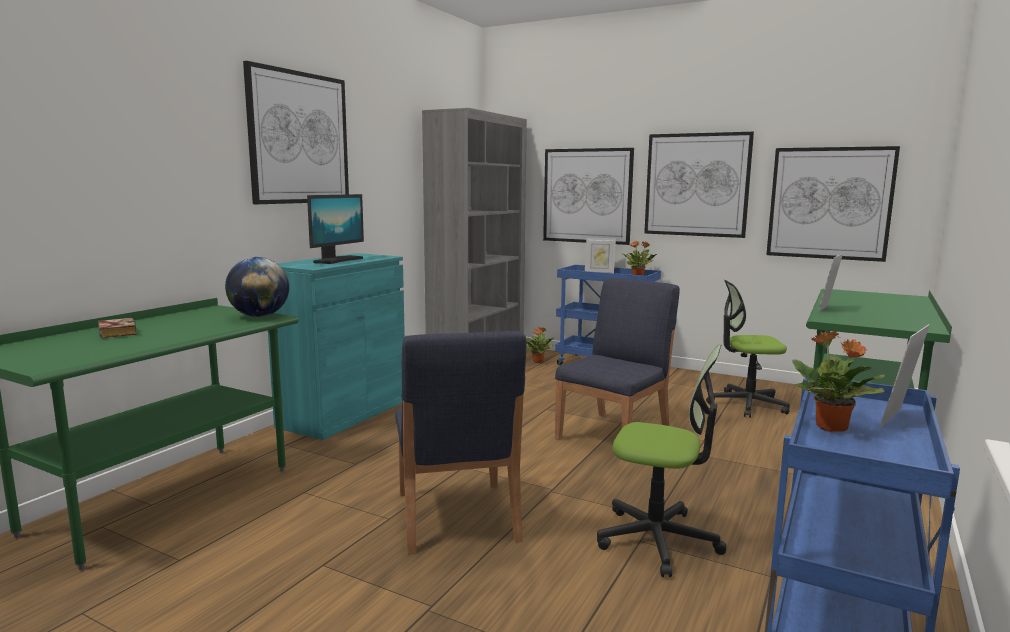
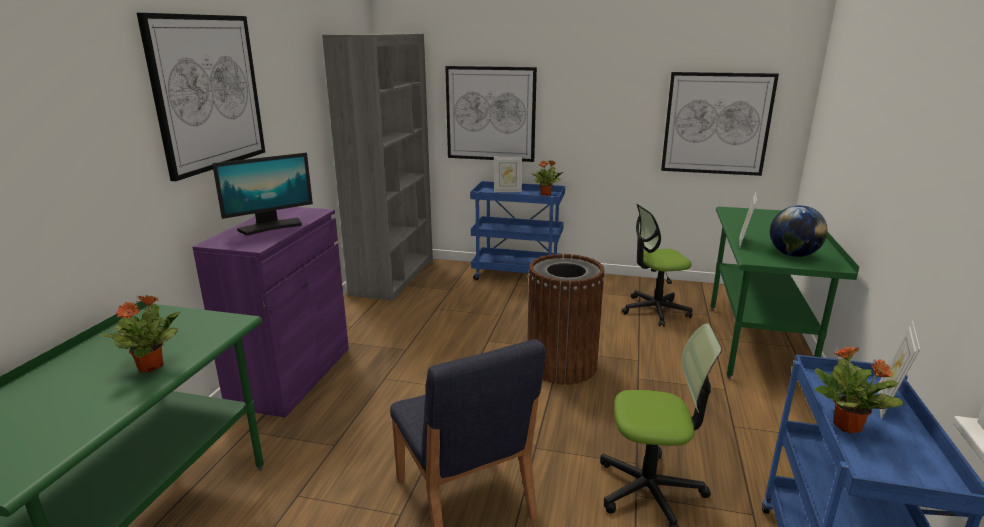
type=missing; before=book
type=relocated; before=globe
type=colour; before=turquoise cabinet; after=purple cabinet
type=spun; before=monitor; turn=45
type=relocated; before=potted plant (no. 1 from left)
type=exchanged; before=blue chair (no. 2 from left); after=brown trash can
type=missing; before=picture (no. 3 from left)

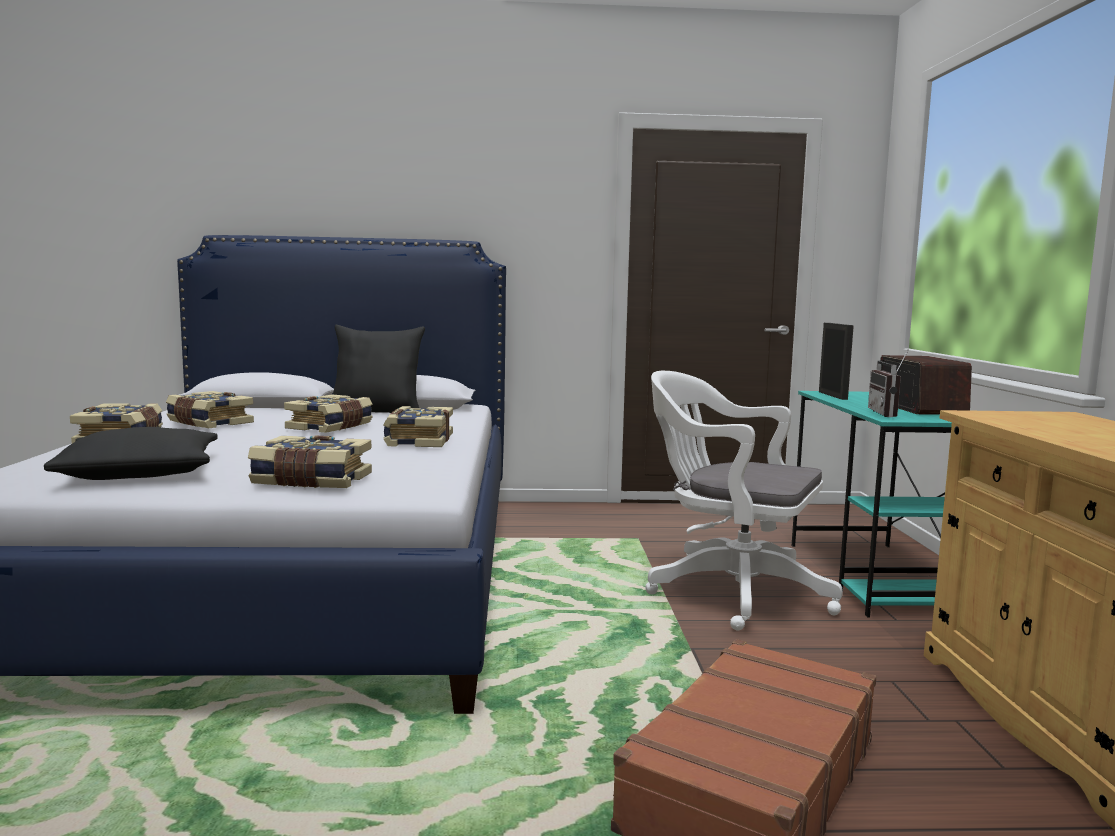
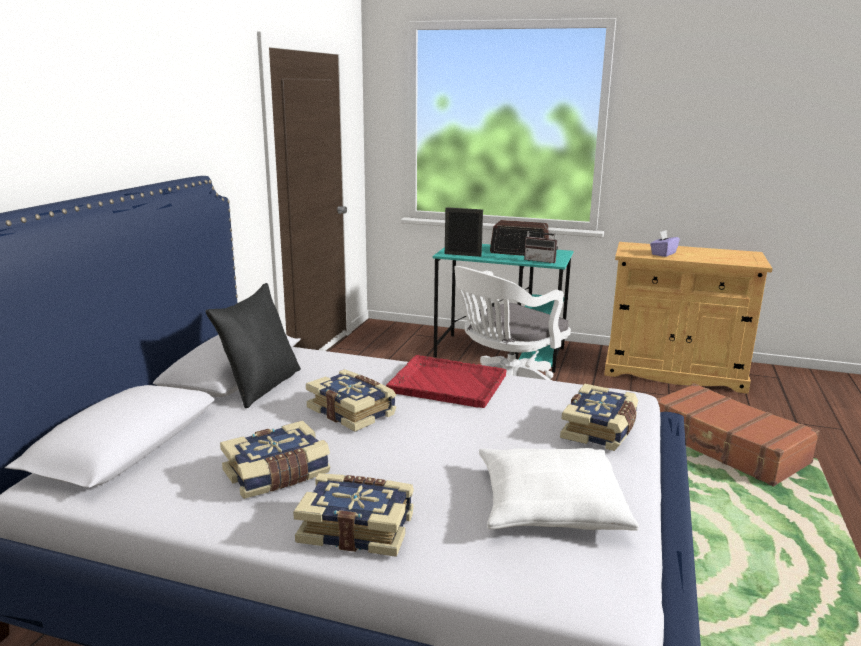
type=colour; before=black pillow (no. 1 from left); after=white pillow
type=exchanged; before=book (no. 5 from left); after=red tray
type=appeared; after=purple tissue box

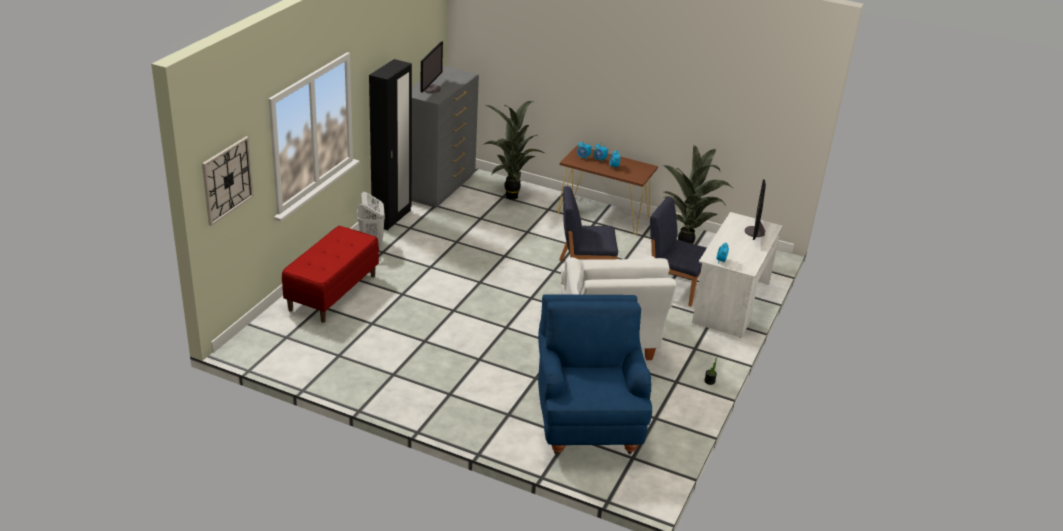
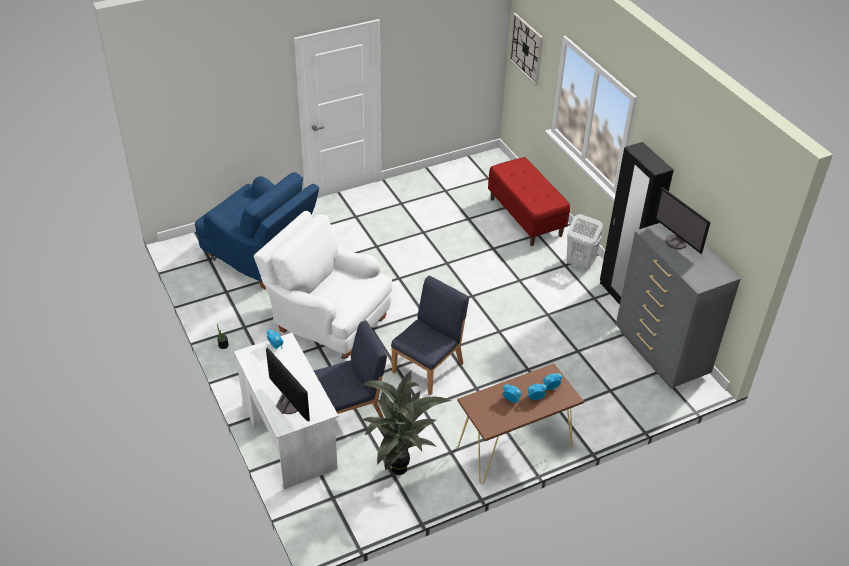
type=missing; before=potted plant (no. 1 from left)

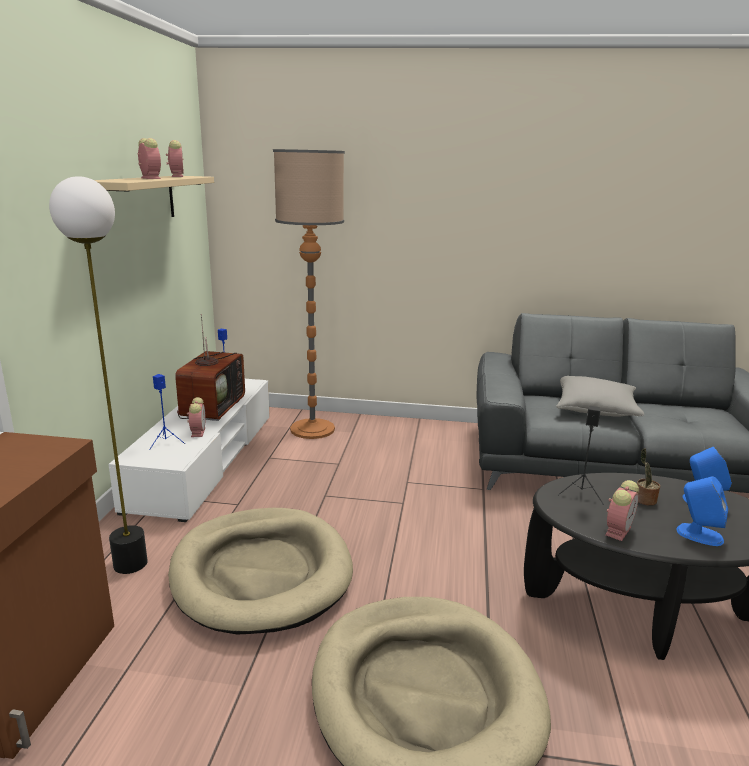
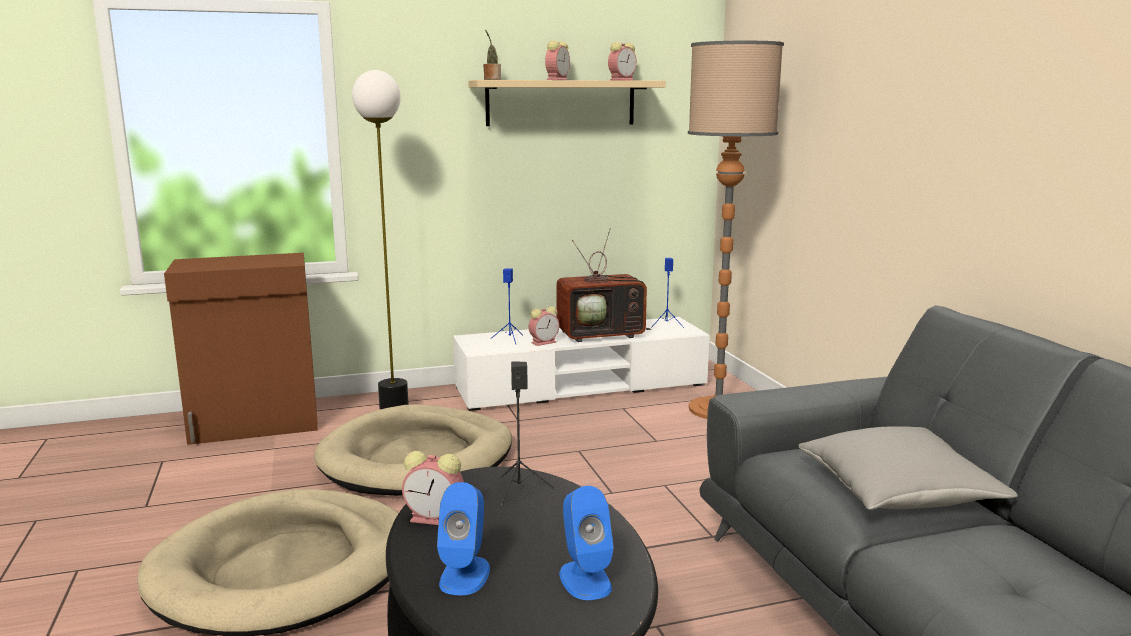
type=relocated; before=potted plant

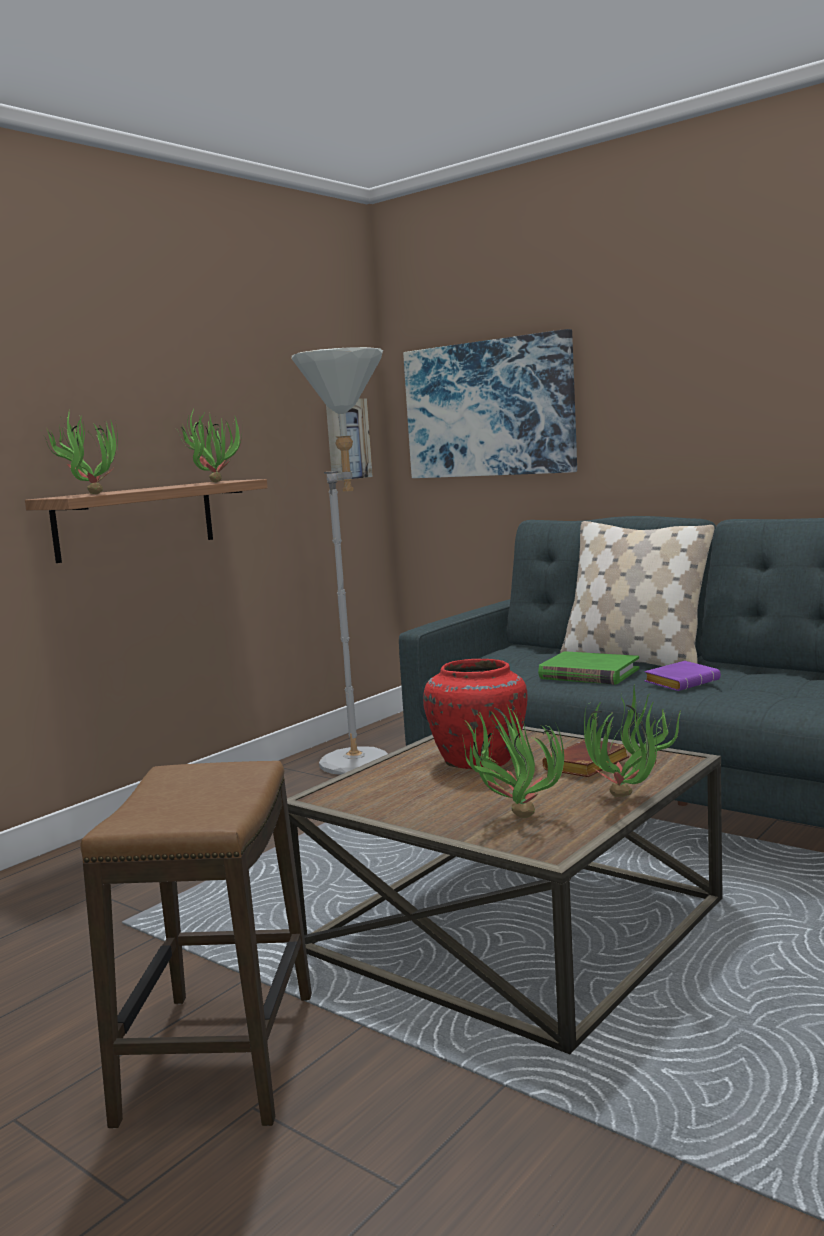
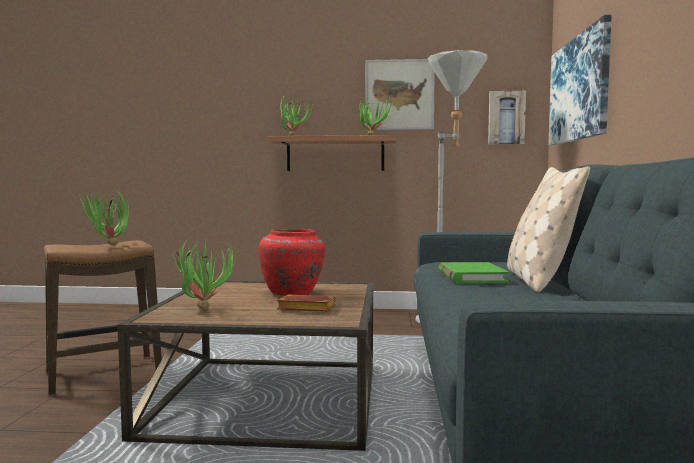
type=relocated; before=potted plant (no. 4 from left in the first image); after=potted plant (no. 1 from left)
type=missing; before=purple book
type=appeared; after=picture (no. 1 from left)

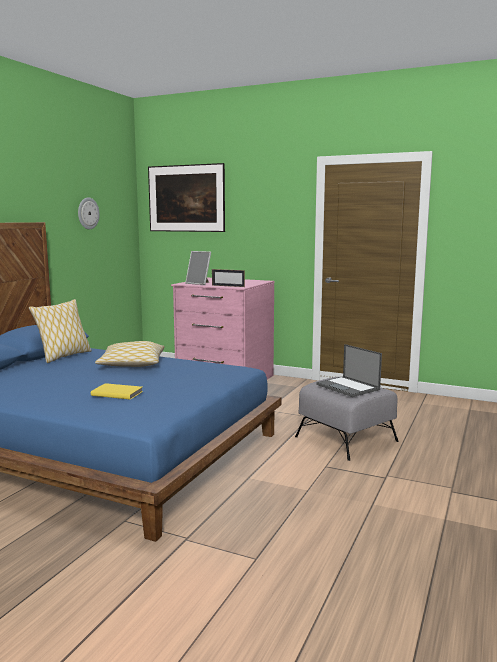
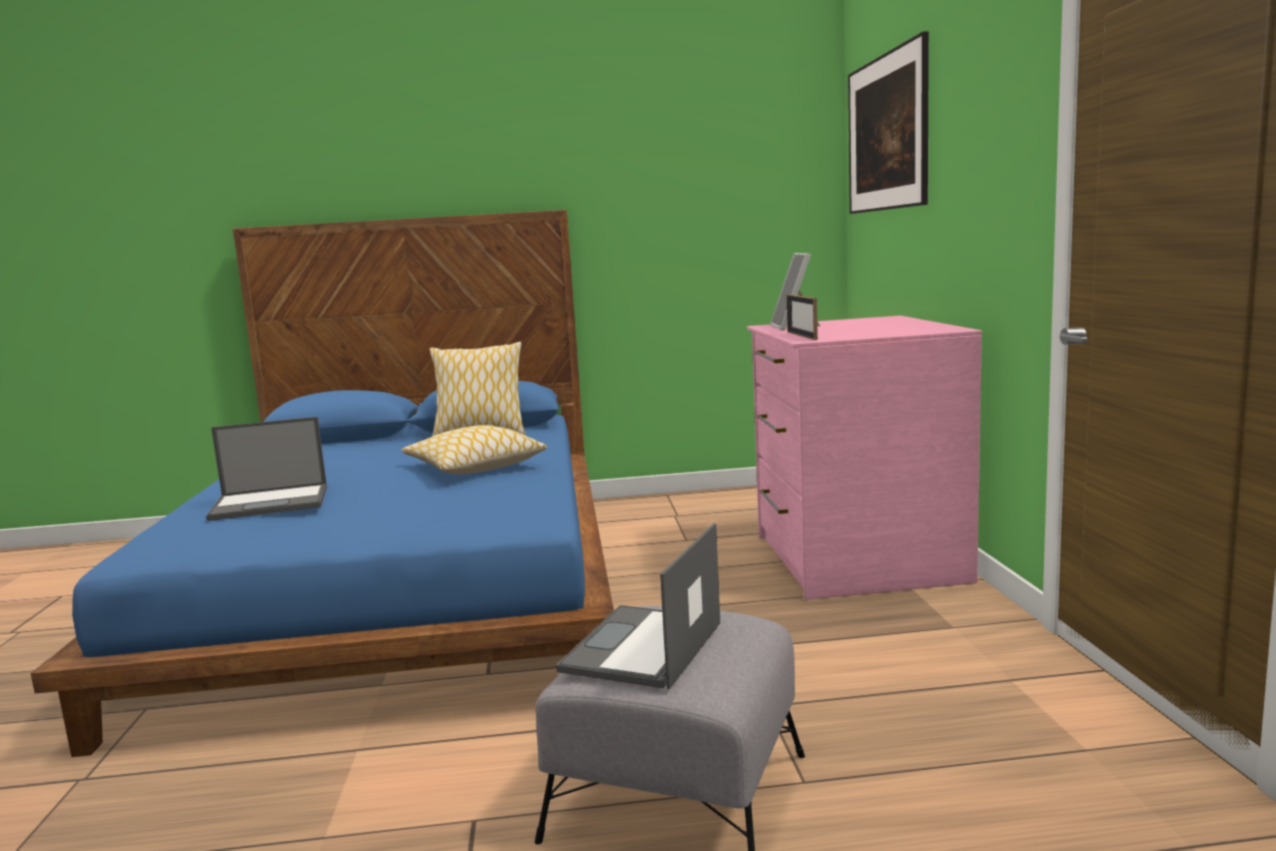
type=missing; before=wall clock
type=exchanged; before=yellow book; after=laptop (no. 1 from left)

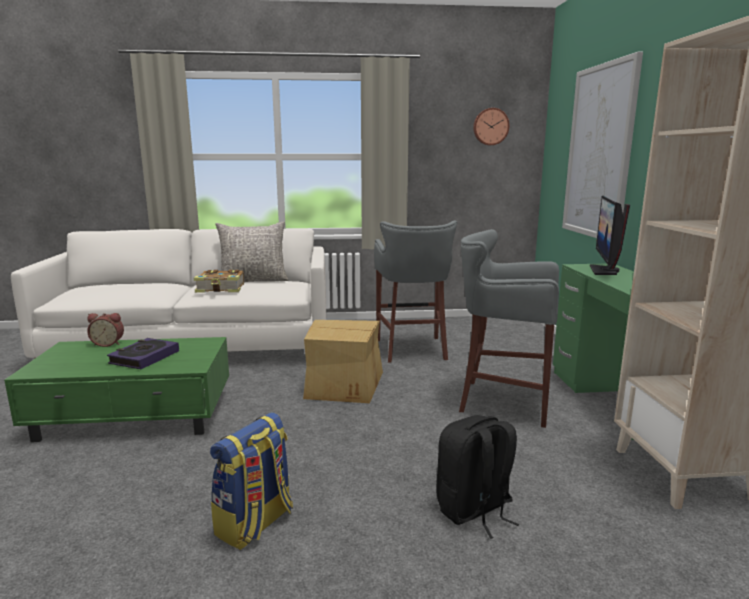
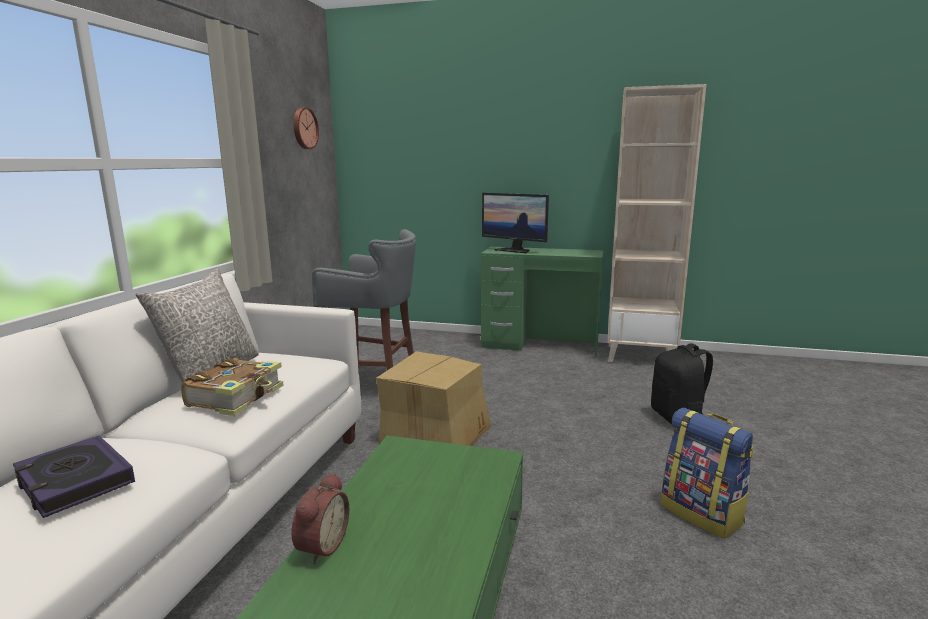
type=relocated; before=book (no. 1 from left)
type=missing; before=grey stool (no. 2 from left)
type=missing; before=picture

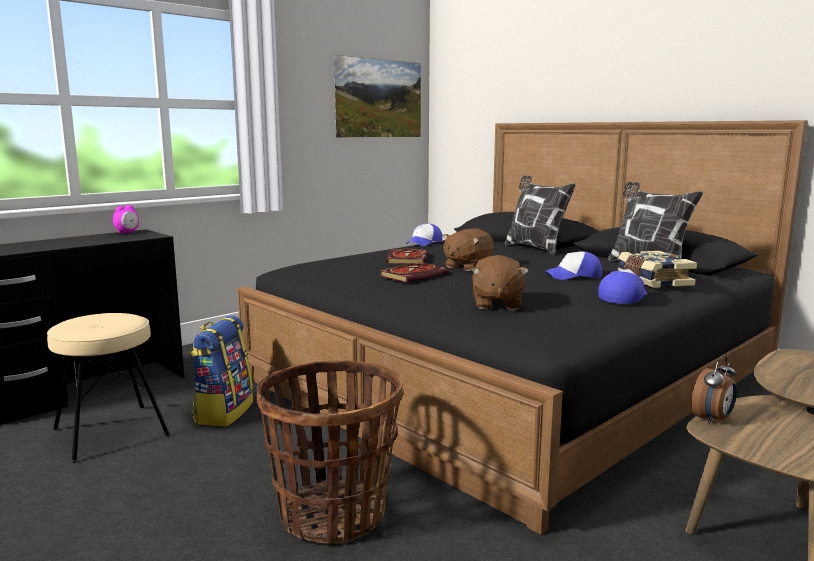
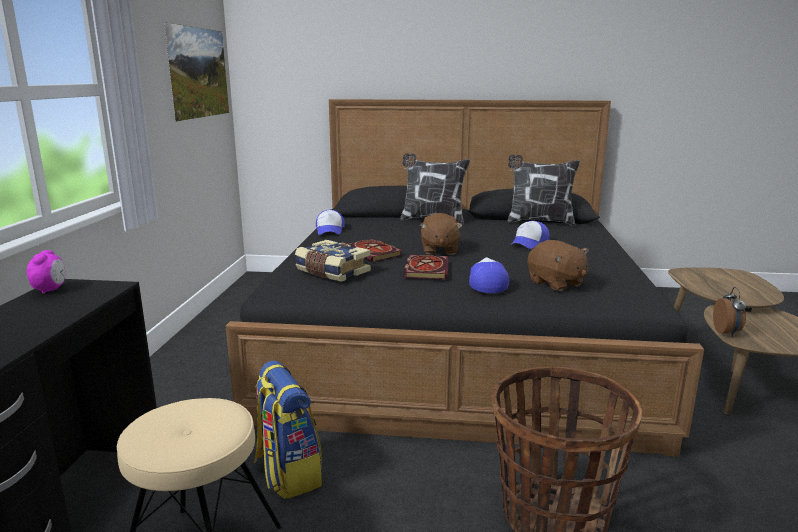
type=relocated; before=cap (no. 3 from left in the first image); after=cap (no. 2 from left)
type=relocated; before=book (no. 3 from left in the first image); after=book (no. 1 from left)

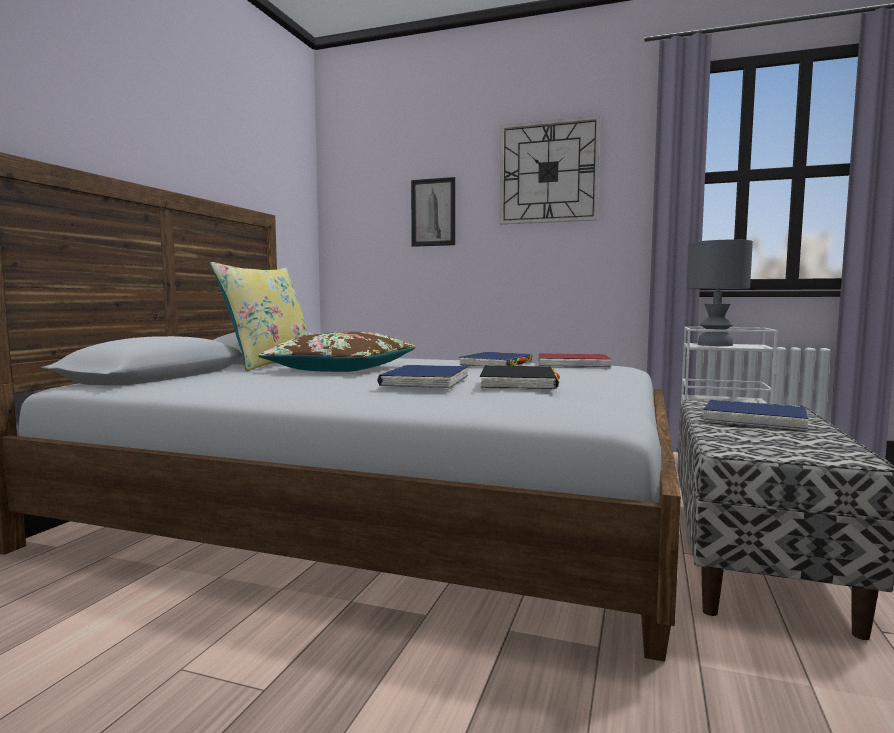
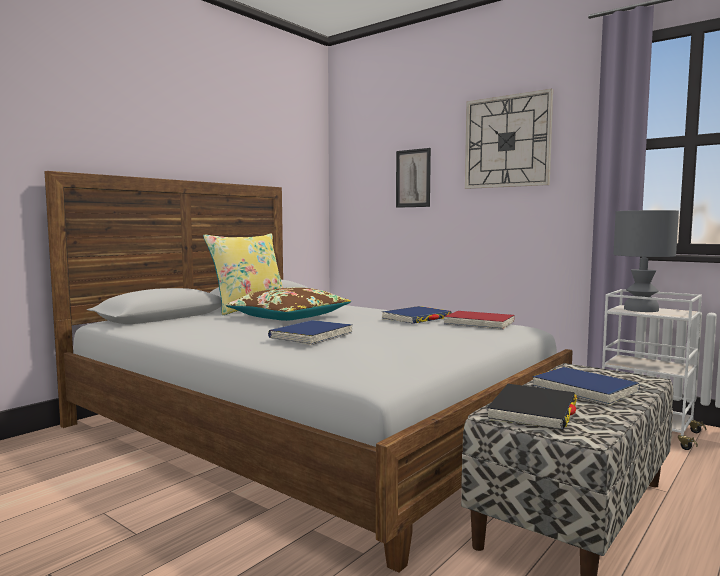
type=relocated; before=black book

